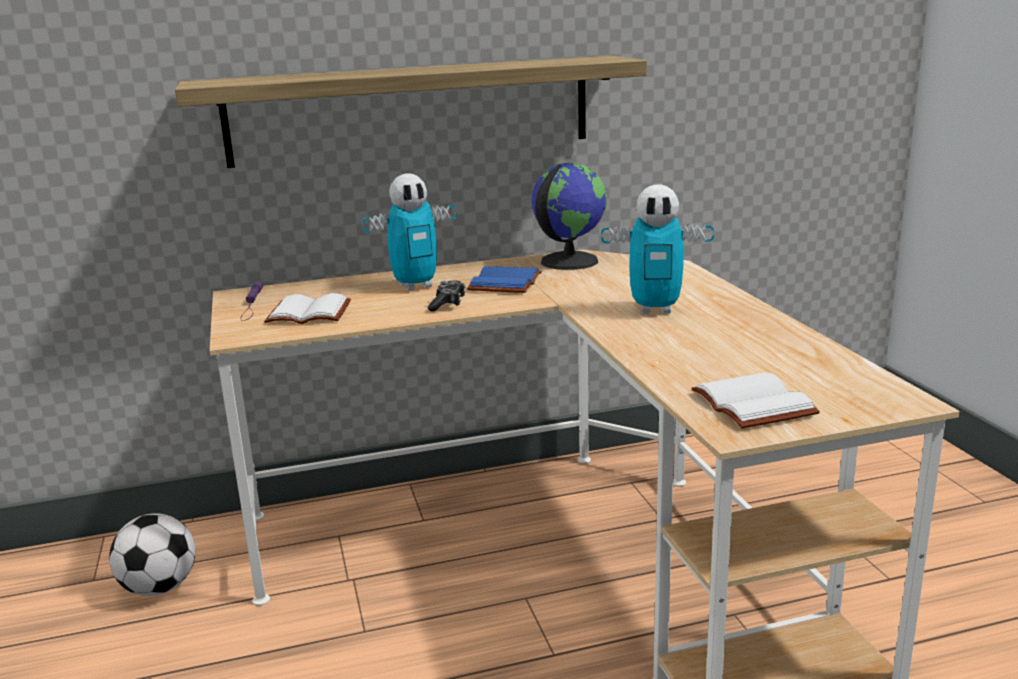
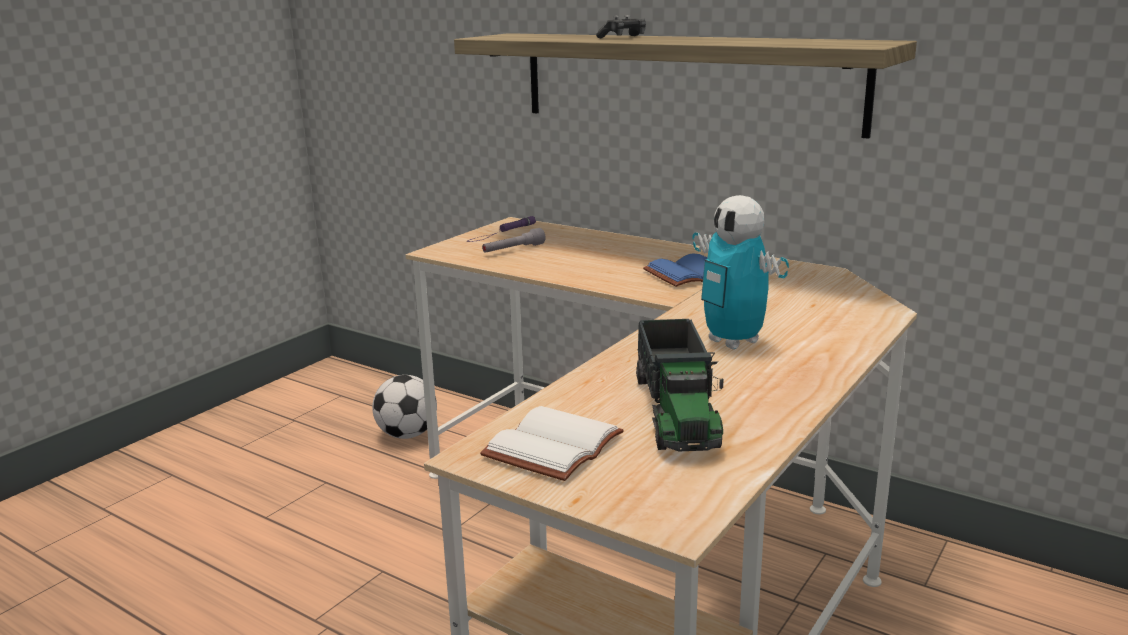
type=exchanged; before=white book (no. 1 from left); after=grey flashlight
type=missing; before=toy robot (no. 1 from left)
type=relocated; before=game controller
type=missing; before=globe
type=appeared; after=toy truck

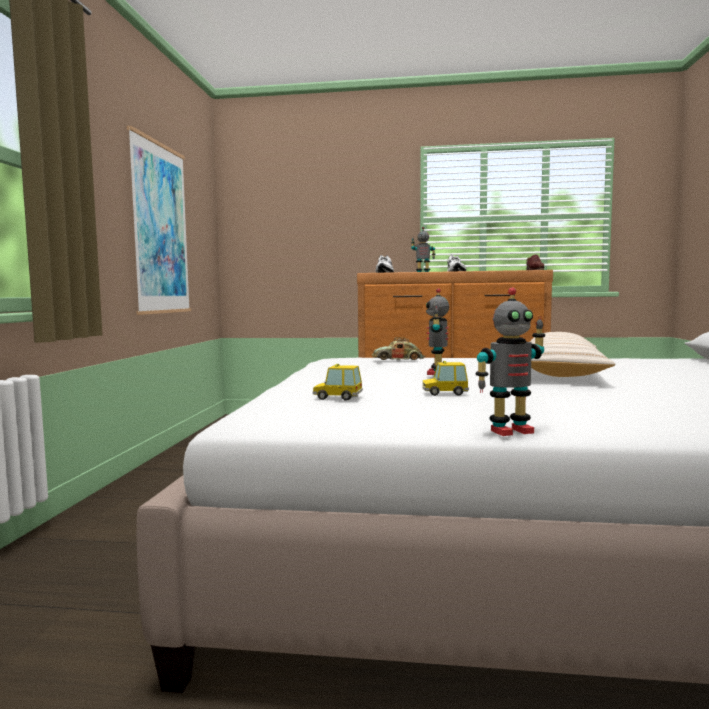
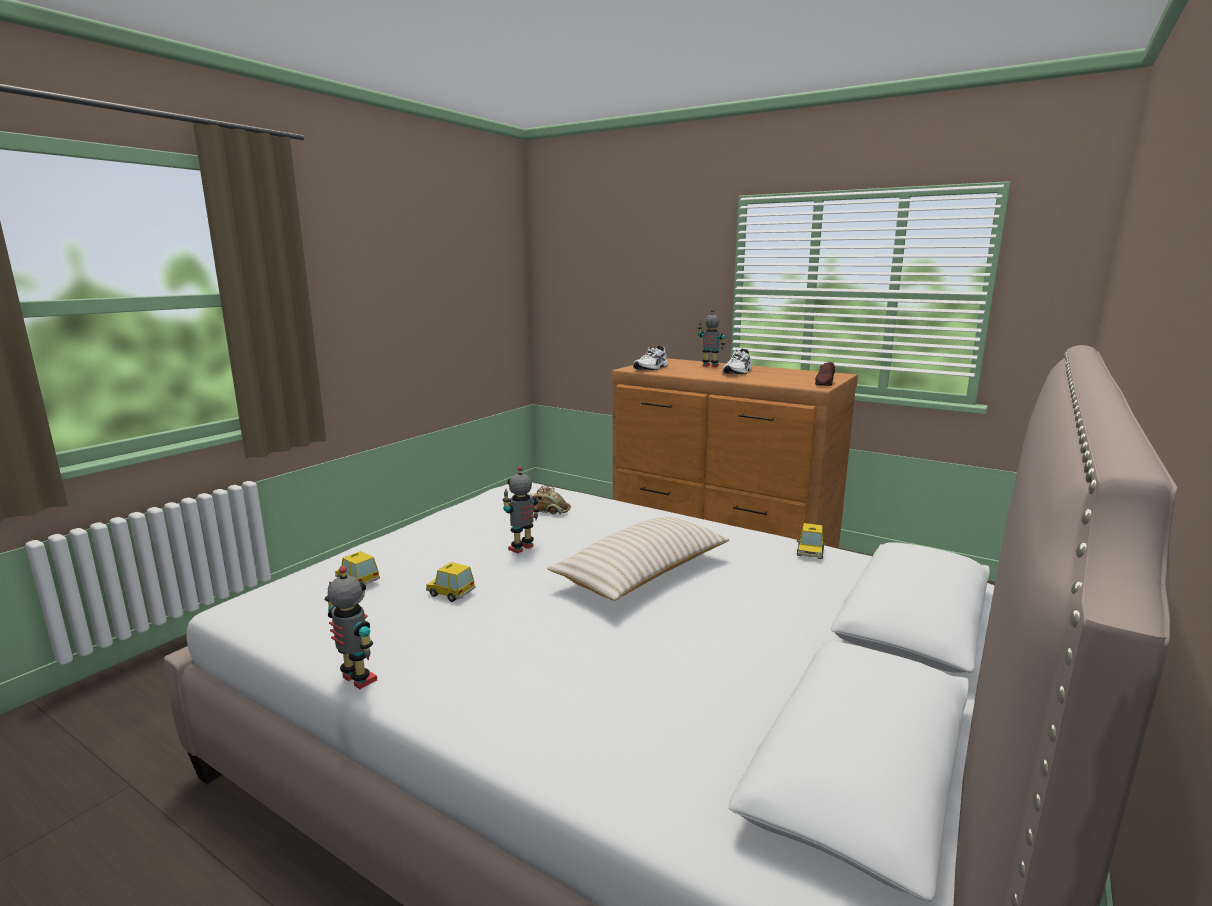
type=missing; before=picture
type=spun; before=toy robot (no. 3 from left in the first image); turn=-150
type=appeared; after=toy car (no. 4 from left)

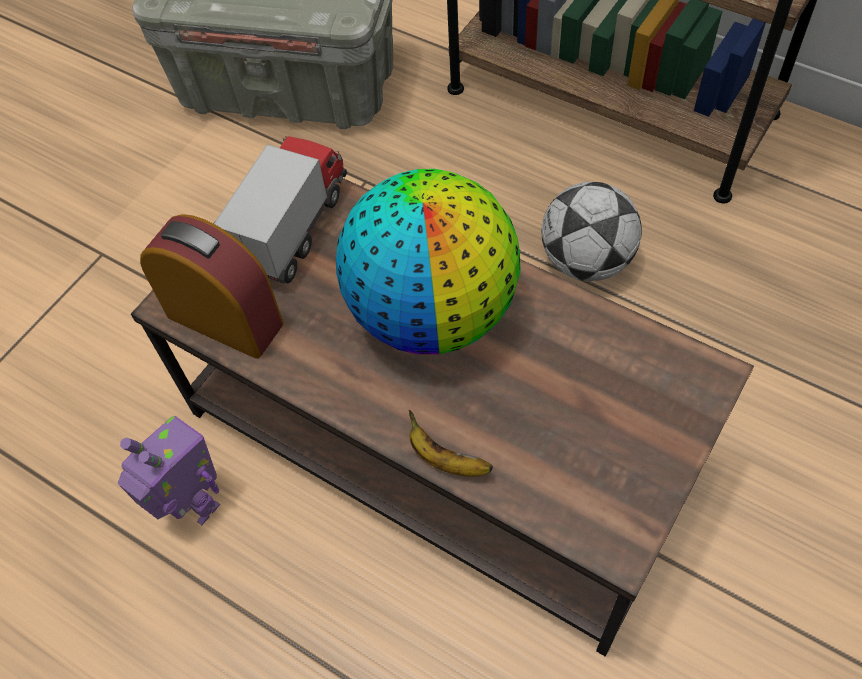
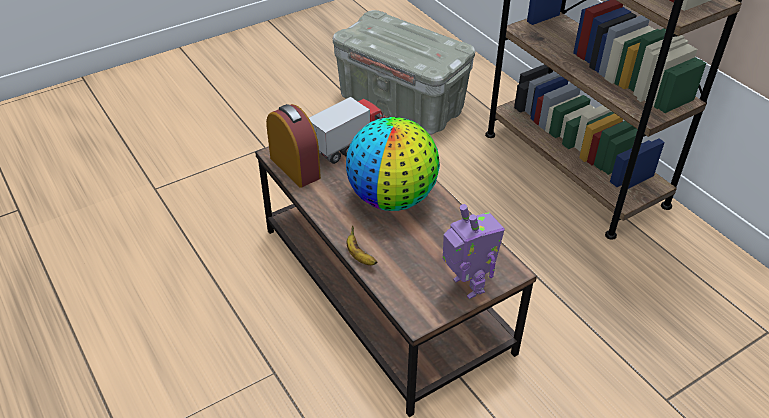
type=relocated; before=toy robot
type=missing; before=football

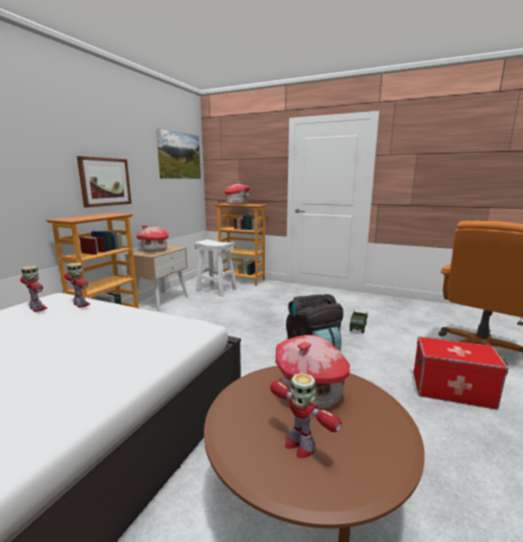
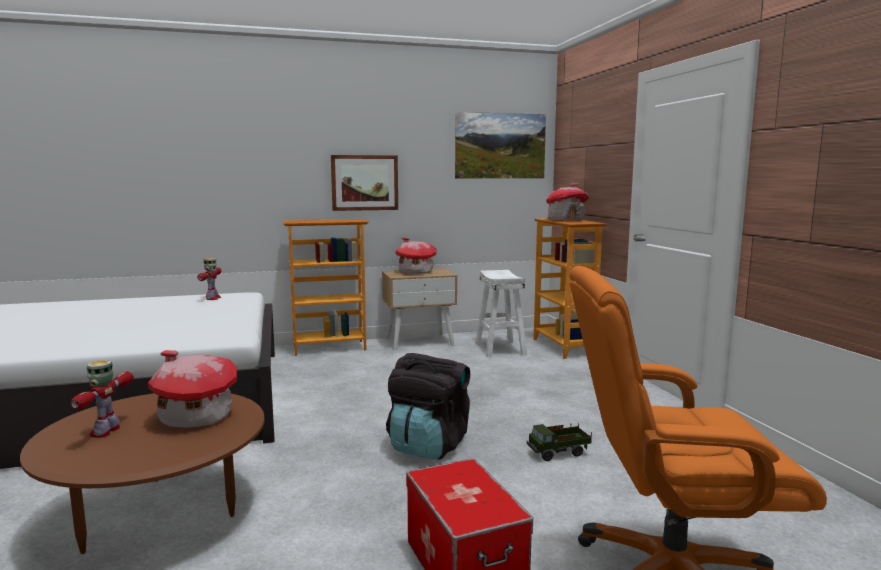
type=missing; before=toy robot (no. 2 from left)

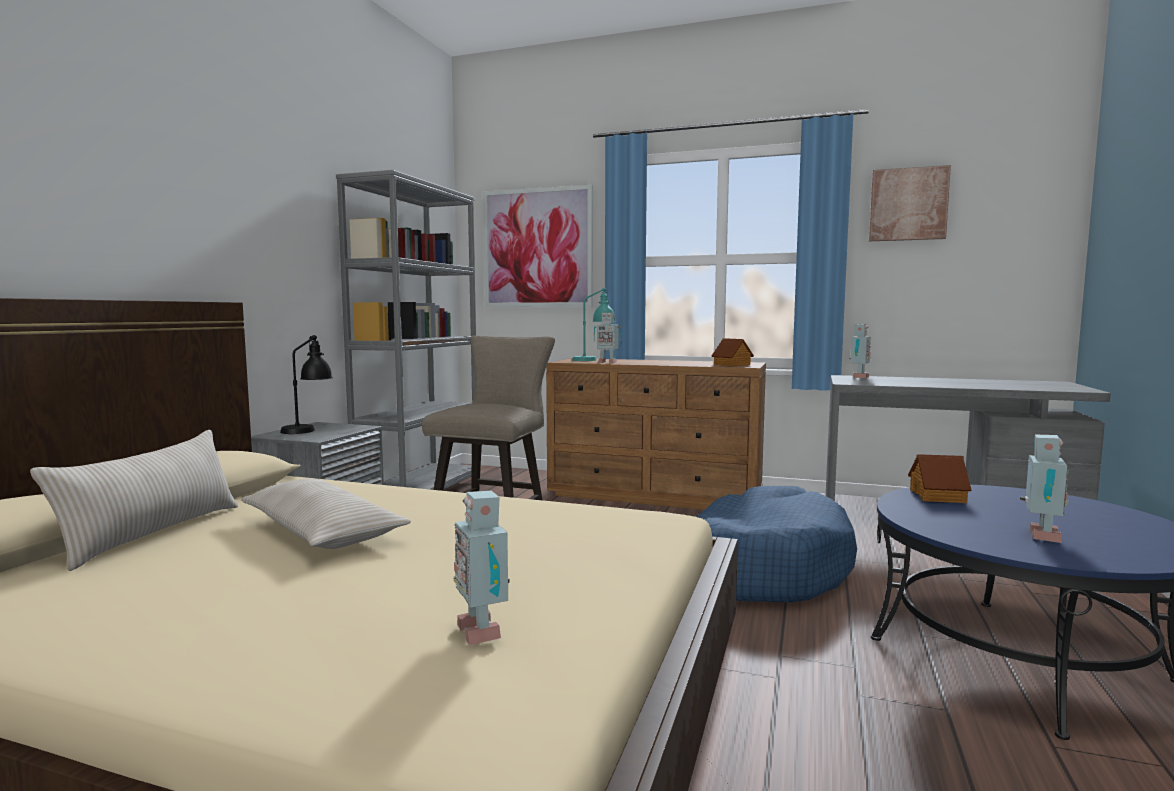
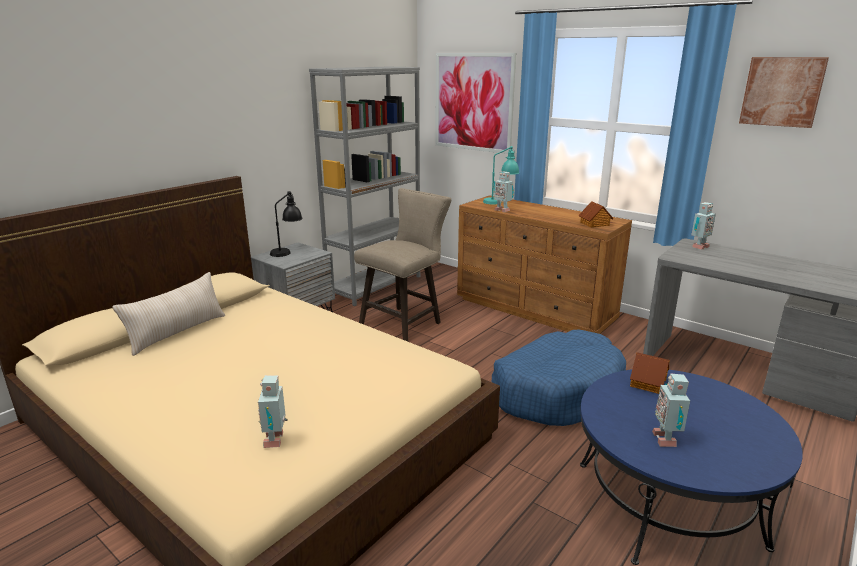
type=missing; before=beige pillow (no. 2 from left)
type=spun; before=toy robot (no. 4 from left in the first image); turn=135

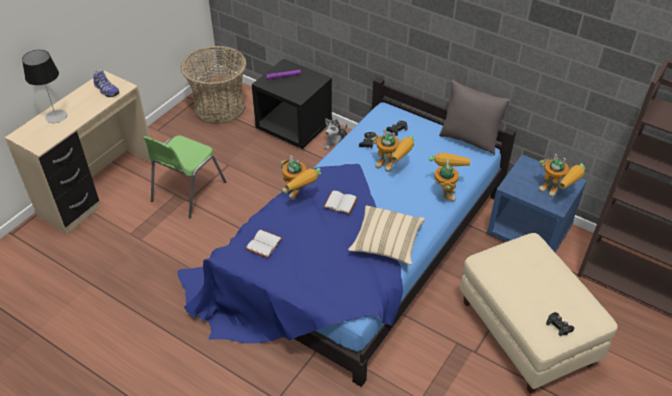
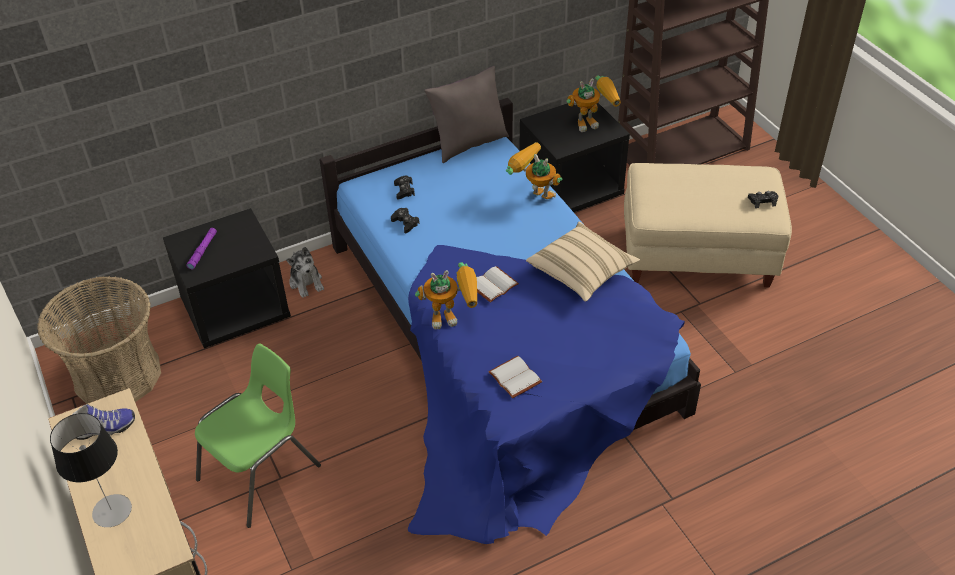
type=spun; before=green chair; turn=-105
type=missing; before=toy robot (no. 2 from left)
type=colour; before=blue nightstand; after=black nightstand (no. 2 from left)

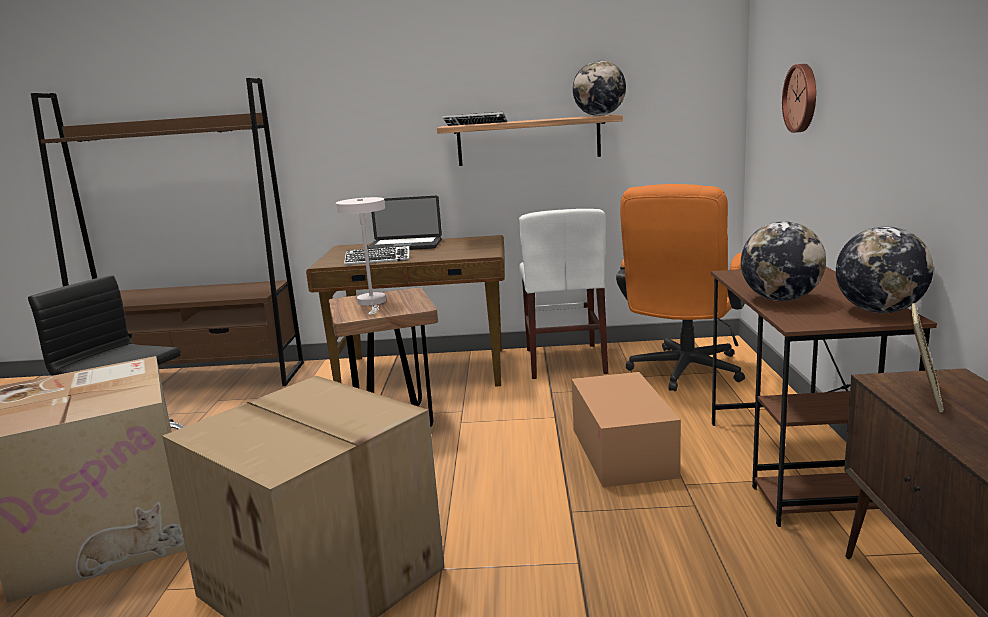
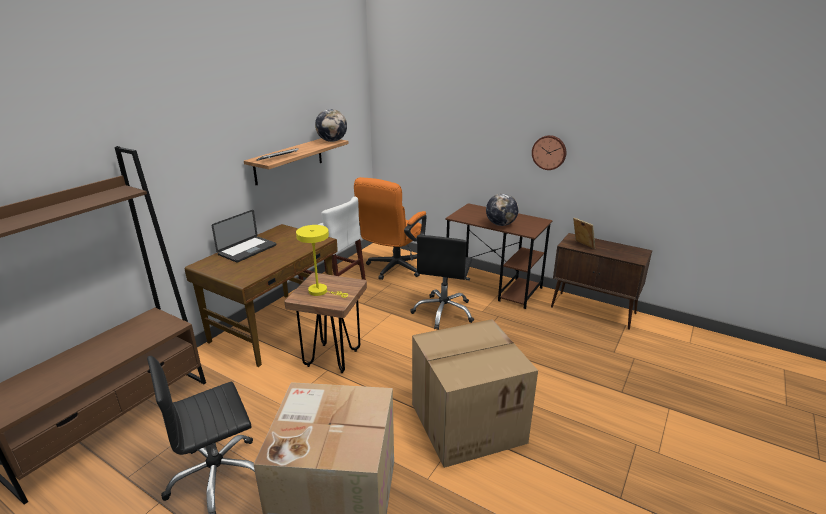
type=colour; before=white table lamp; after=yellow table lamp
type=missing; before=keyboard (no. 1 from left)
type=exchanged; before=cardboard box (no. 3 from left); after=black office chair (no. 2 from left)
type=spun; before=orange office chair; turn=60
type=relocated; before=wall clock
type=missing; before=globe (no. 3 from left)

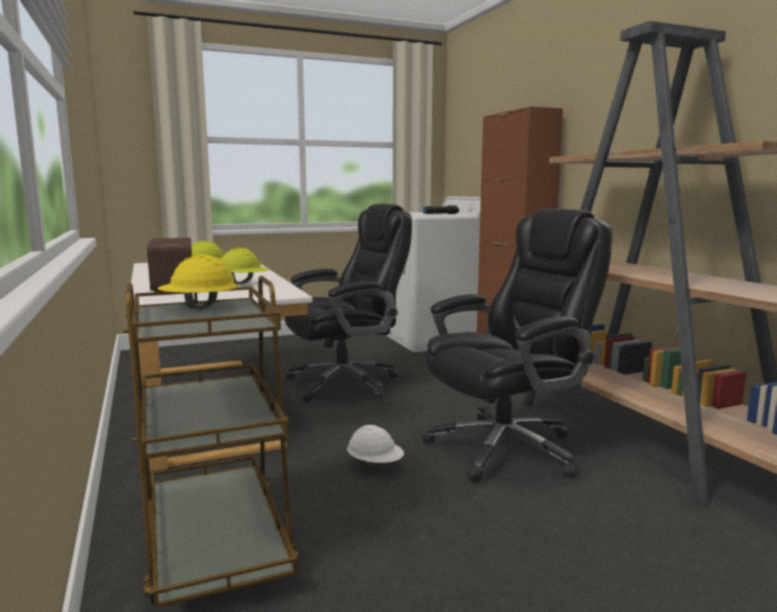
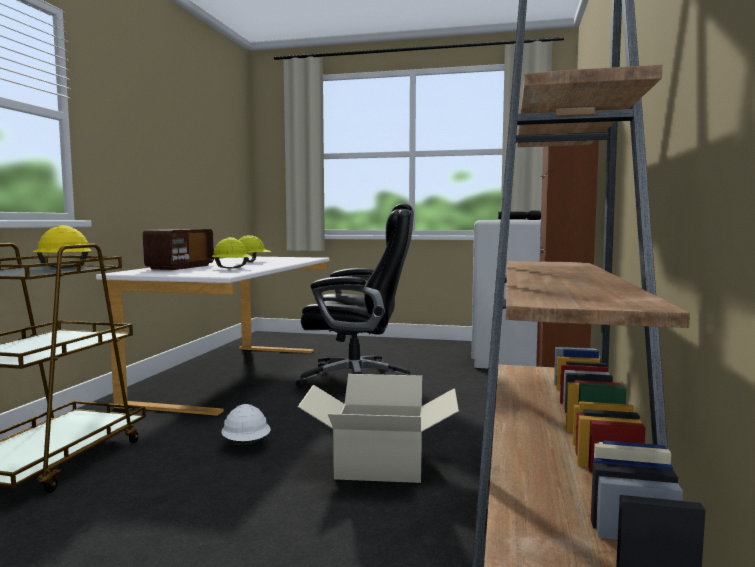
type=exchanged; before=black office chair (no. 2 from left); after=cardboard box

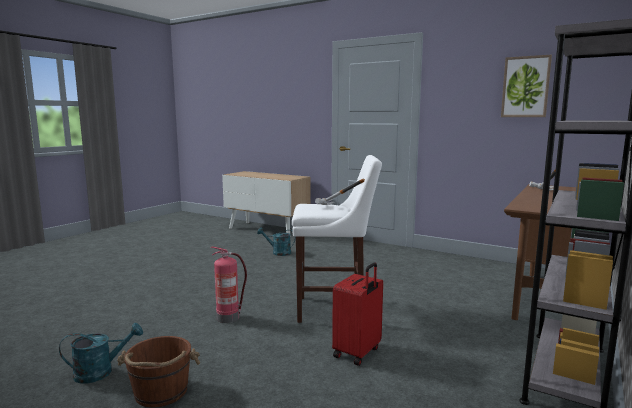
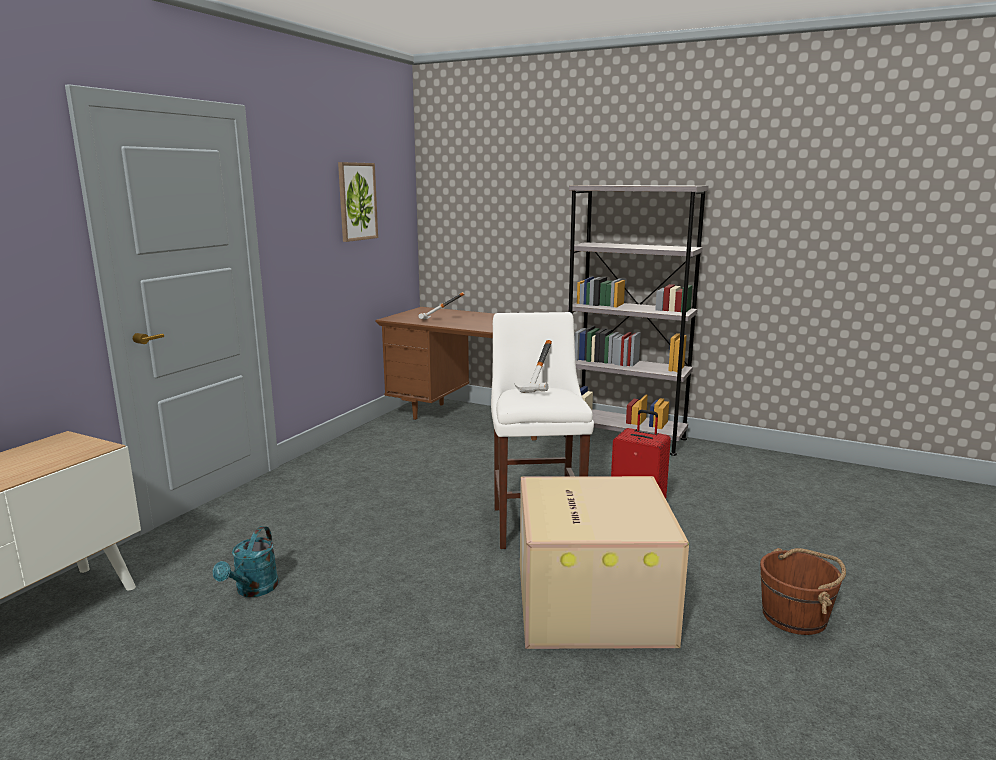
type=missing; before=turquoise watering can (no. 1 from left)
type=exchanged; before=fire extinguisher; after=cardboard box

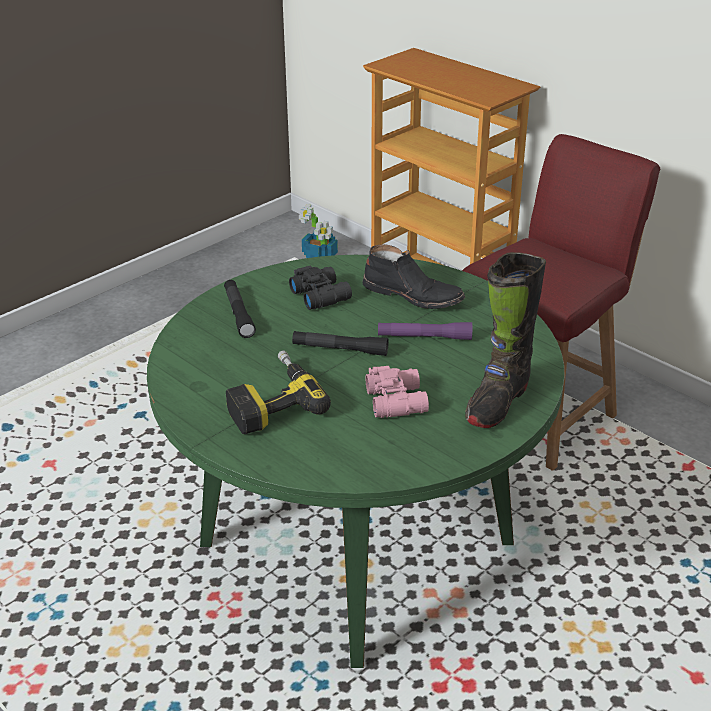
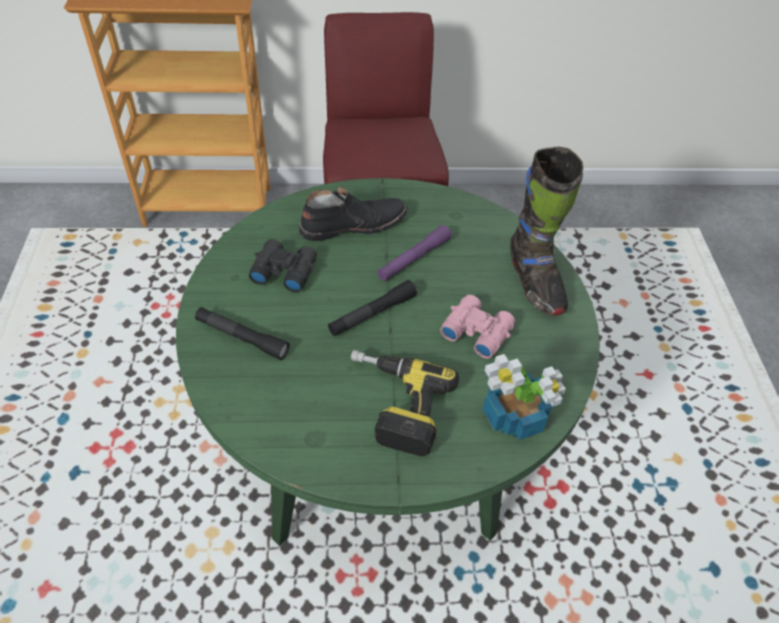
type=relocated; before=potted plant

